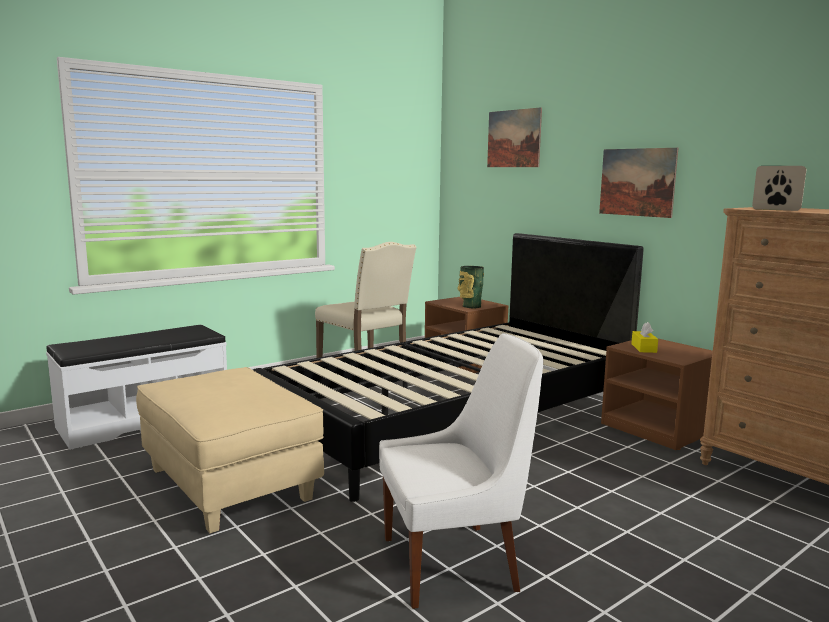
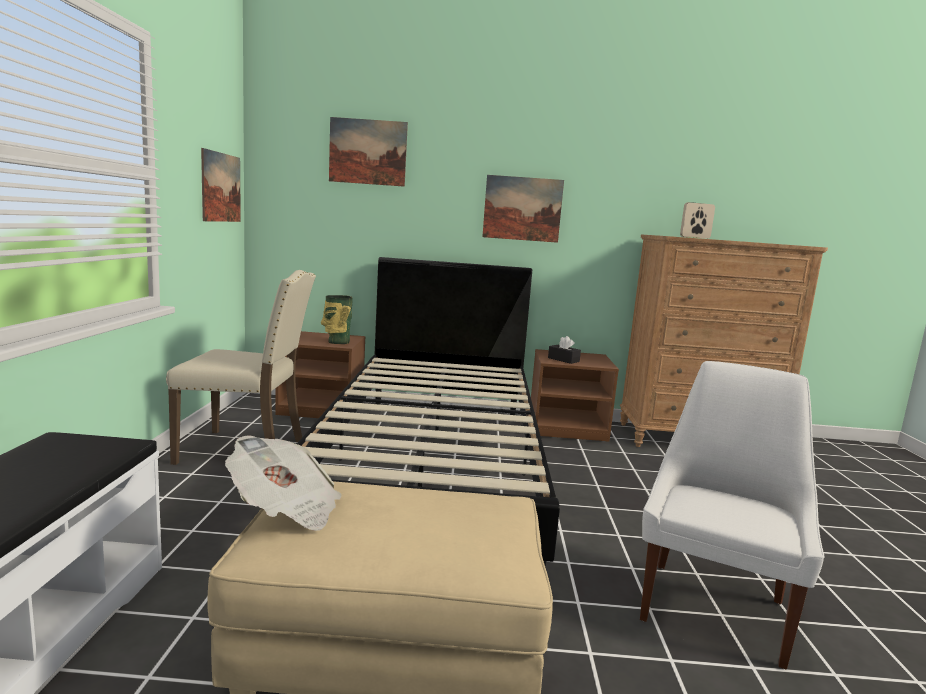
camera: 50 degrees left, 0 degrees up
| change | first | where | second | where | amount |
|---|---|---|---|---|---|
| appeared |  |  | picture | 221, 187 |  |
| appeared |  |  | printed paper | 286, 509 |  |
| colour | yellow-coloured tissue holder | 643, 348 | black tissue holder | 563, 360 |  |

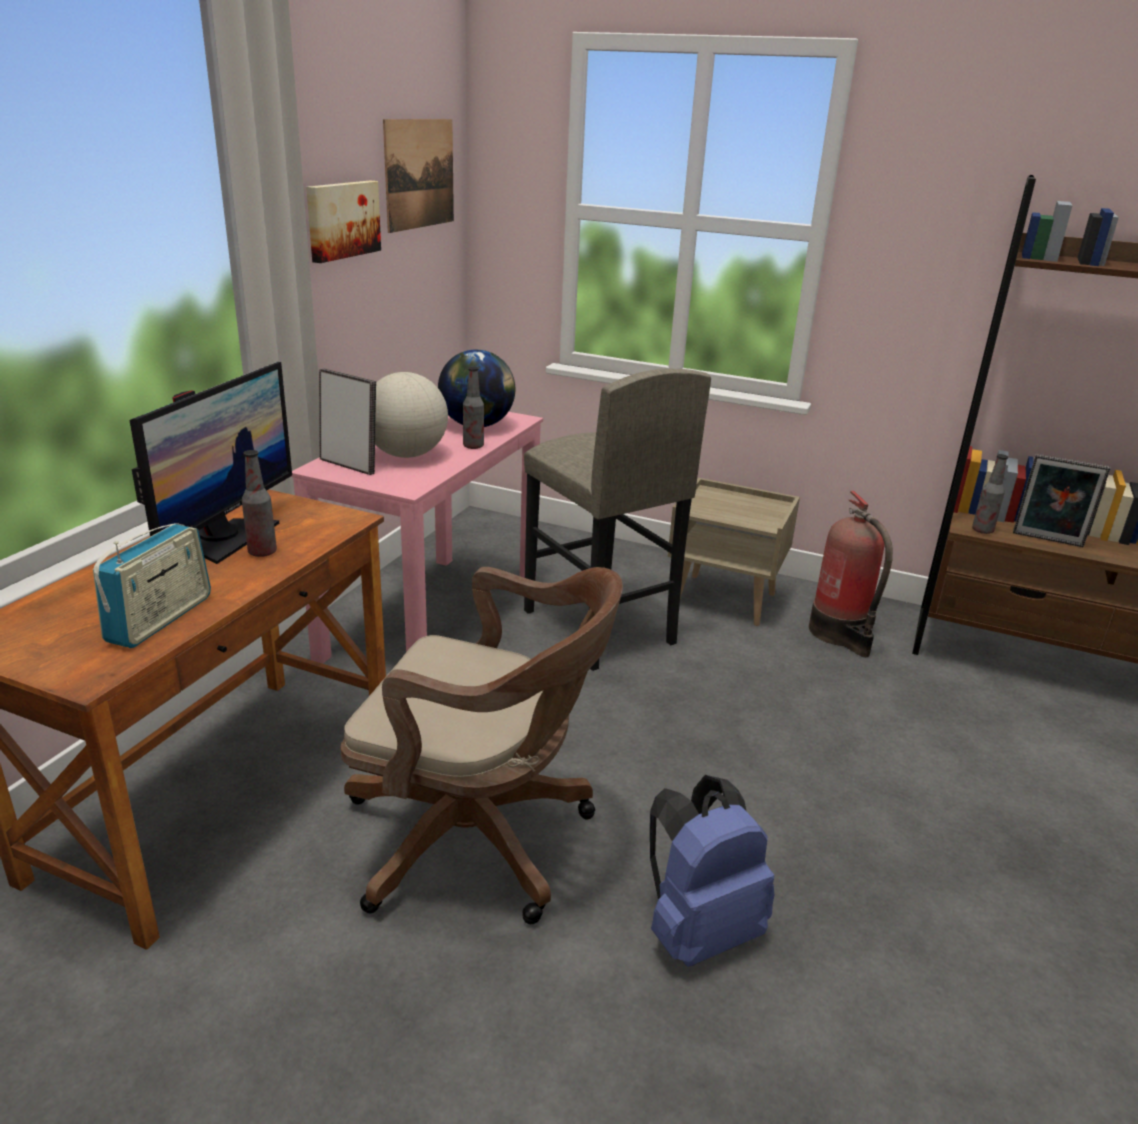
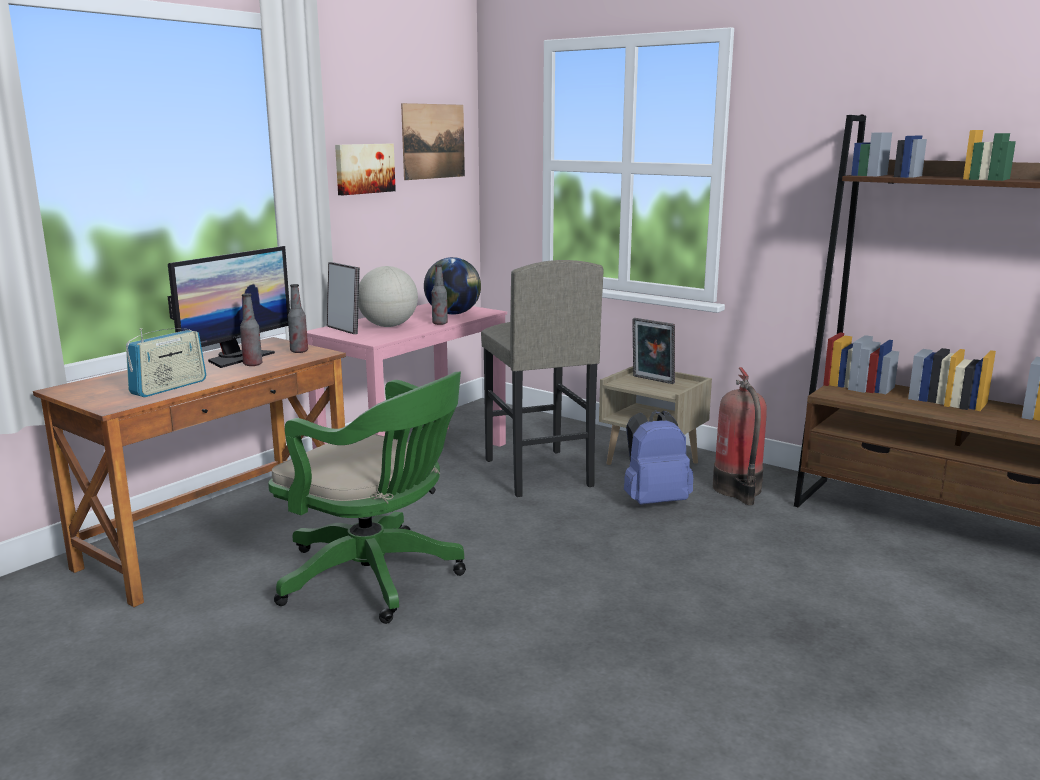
camera: 15 degrees right, 10 degrees down
| change | first | where | second | where | amount |
|---|---|---|---|---|---|
| relocated | blue rucksack | 699, 930 |  | 654, 501 |  |
| relocated | drink bottle | 982, 530 |  | 299, 351 |  |
| relocated | photo frame | 1047, 540 |  | 652, 380 |  |
| colour | brown-coloured office chair | 481, 839 | green-coloured office chair | 377, 579 |  |

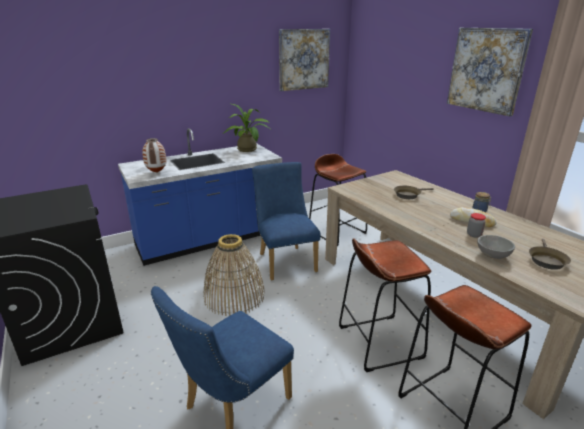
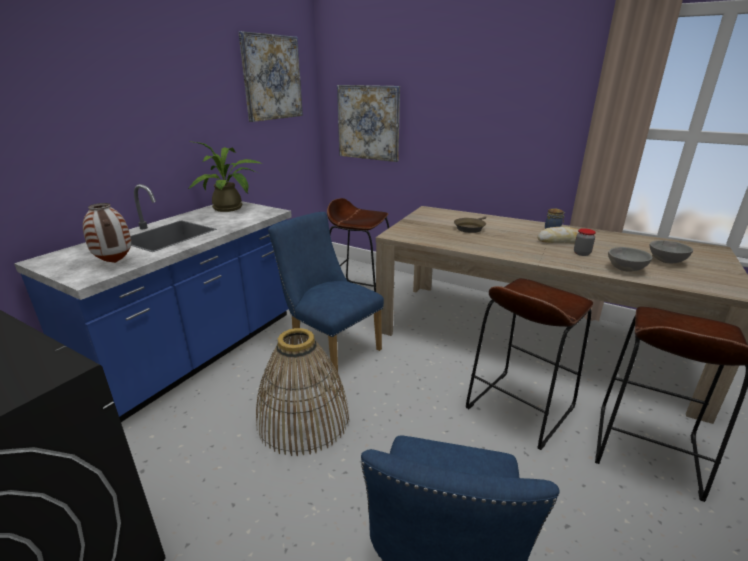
camera: 30 degrees left, 0 degrees up
| change | first | where | second | where | amount |
|---|---|---|---|---|---|
| relocated | picture | 486, 70 |  | 368, 123 |  |
| exchanged | brown-coloured frying pan | 546, 260 | grey serving bowl | 666, 261 |  |

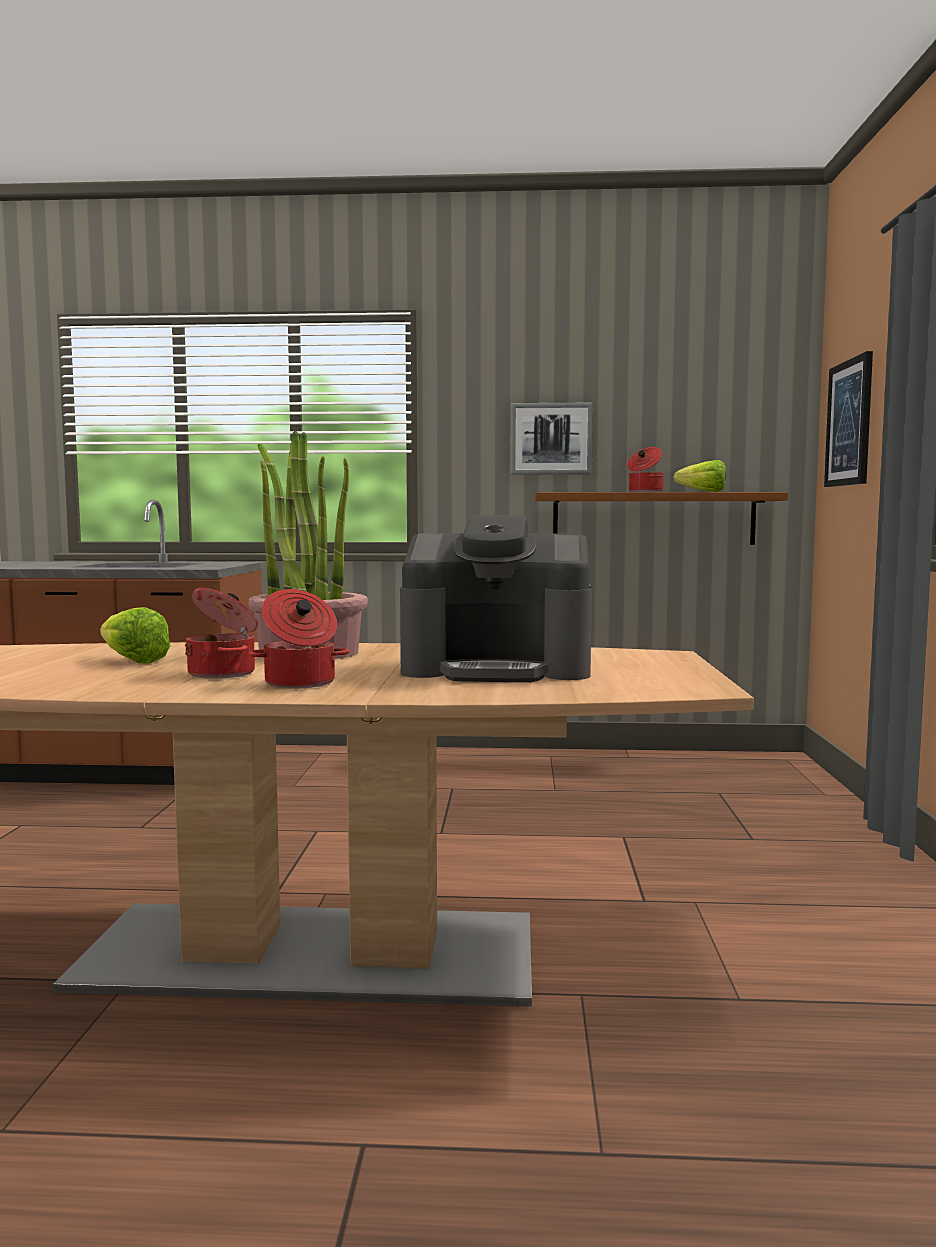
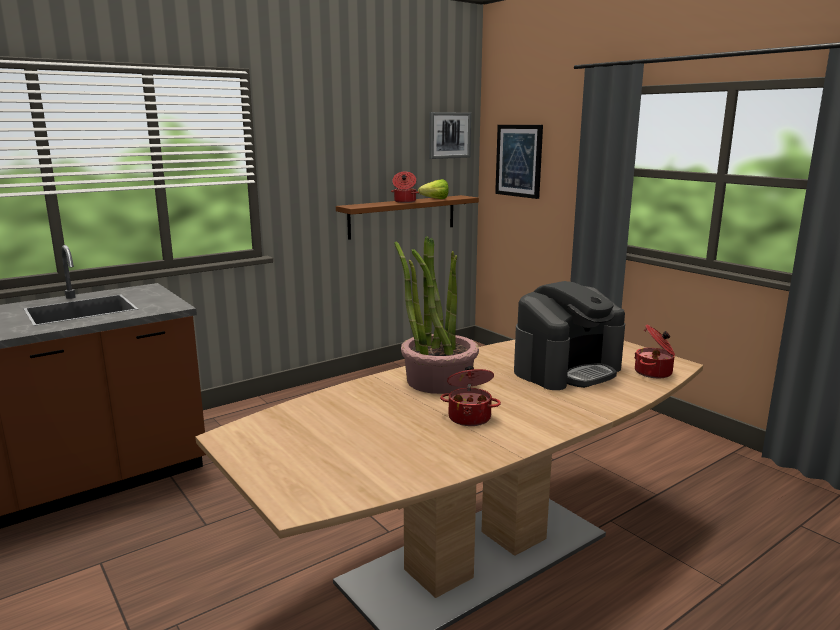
camera: 40 degrees left, 10 degrees up
| change | first | where | second | where | amount |
|---|---|---|---|---|---|
| missing | head of lettuce | 130, 660 |  |  |  |
| relocated | cooking pot | 300, 683 |  | 654, 373 |  |
| relocated | picture | 551, 439 |  | 449, 135 |  |

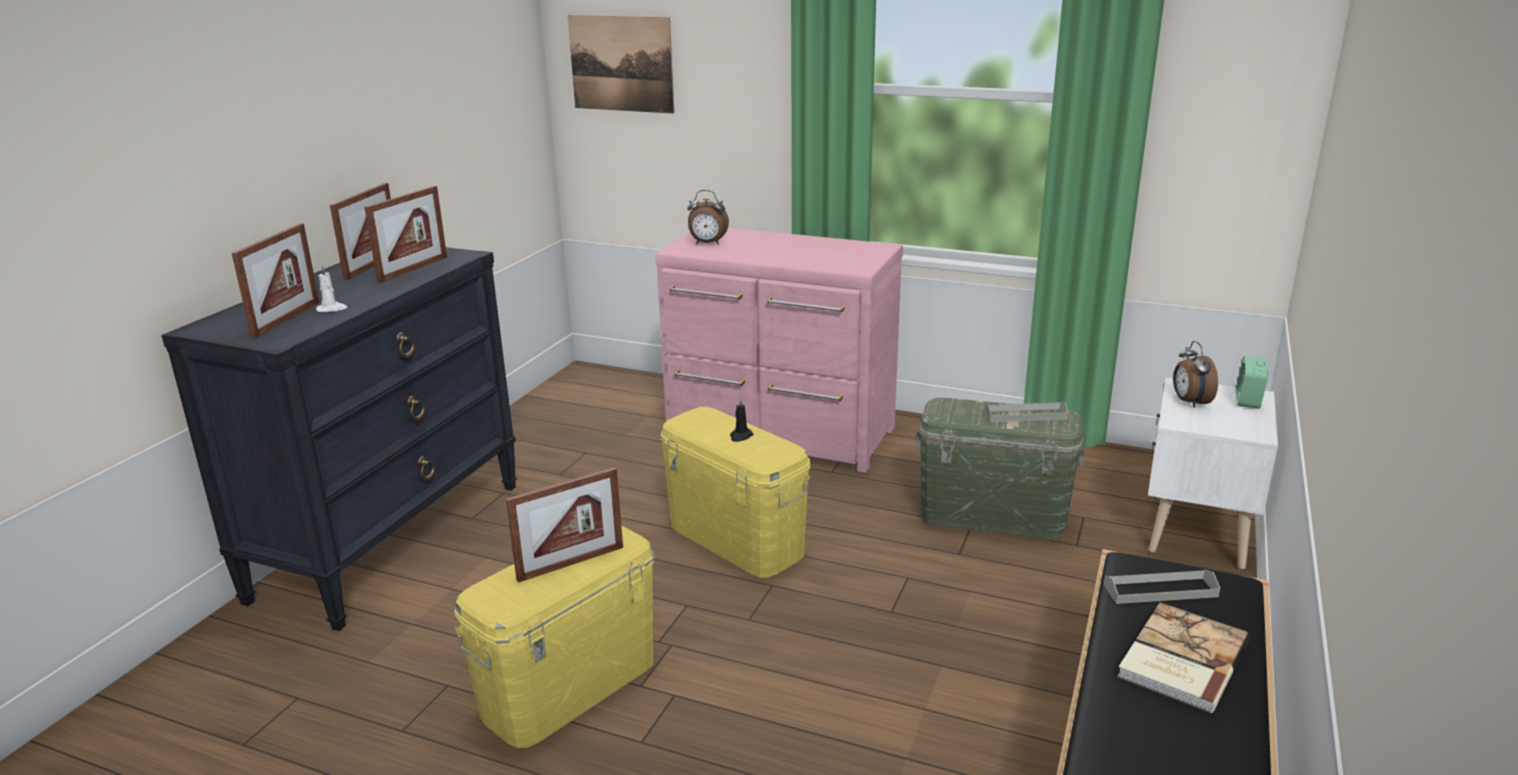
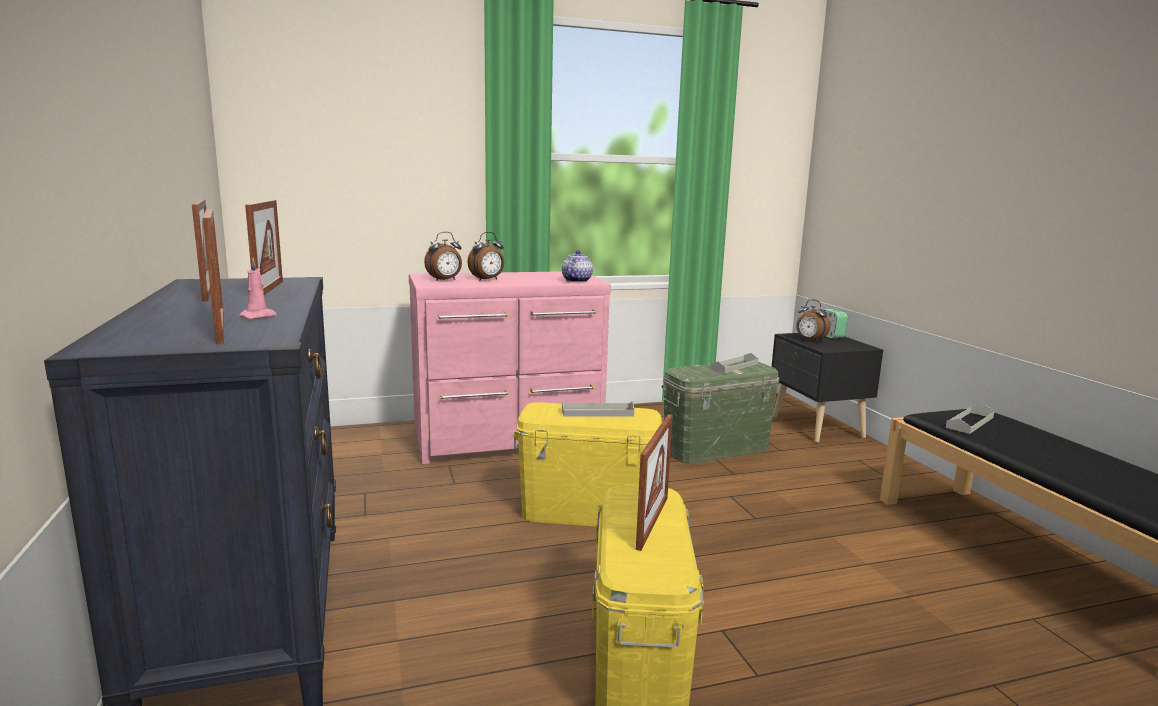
camera: 40 degrees left, 10 degrees down
| change | first | where | second | where | amount |
|---|---|---|---|---|---|
| missing | picture | 621, 63 |  |  |  |
| missing | bound book | 1180, 659 |  |  |  |
| appeared |  |  | alarm clock | 487, 280 |  |
| appeared |  |  | tea pot | 576, 280 |  |
| exchanged | black candle | 740, 436 | grey serving tray | 597, 412 |  |
| colour | whitish candle | 332, 309 | pinkish candle | 259, 316 |  |
| colour | whitish nightstand | 1194, 531 | black nightstand | 816, 427 |  |

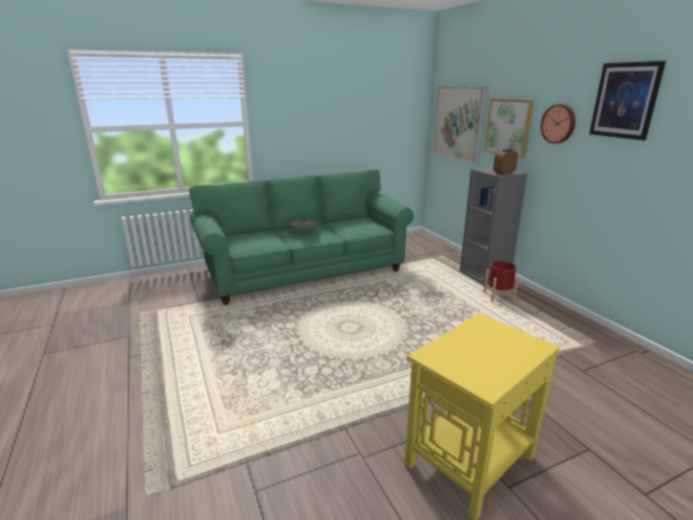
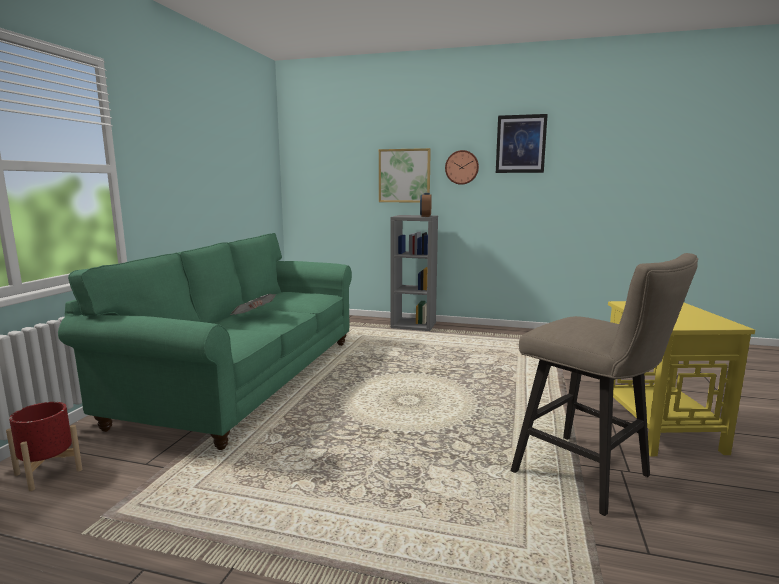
camera: 50 degrees left, 10 degrees down
| change | first | where | second | where | amount |
|---|---|---|---|---|---|
| missing | picture | 458, 123 |  |  |  |
| appeared |  |  | beige-coloured stool seat | 590, 477 |  |
| relocated | reddish planter | 498, 297 |  | 48, 472 |  |

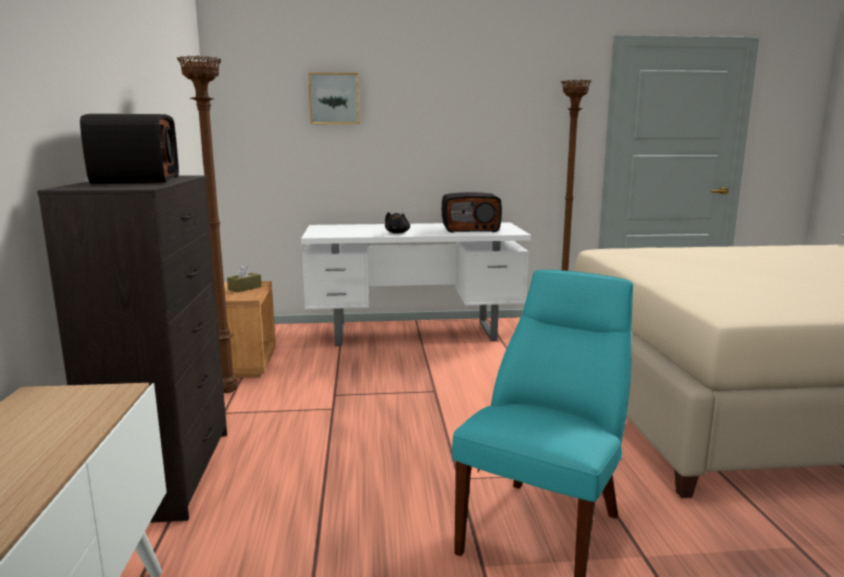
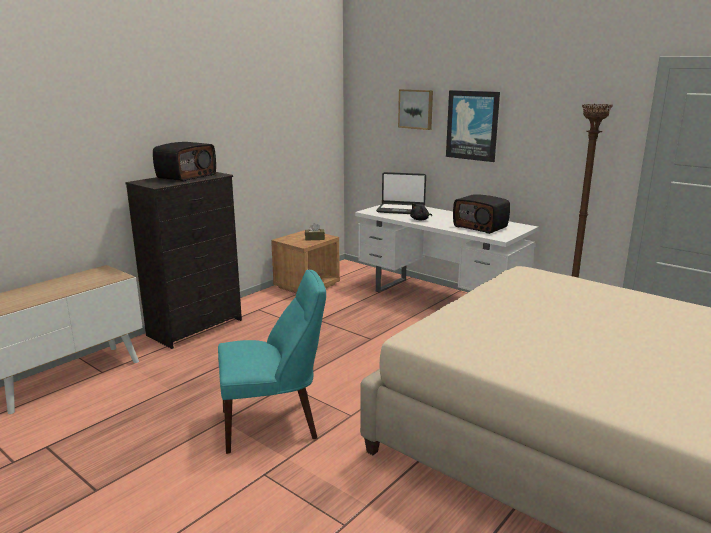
camera: 45 degrees right, 5 degrees up
| change | first | where | second | where | amount |
|---|---|---|---|---|---|
| missing | brown-coloured floor lamp | 226, 392 |  |  |  |
| appeared |  |  | laptop | 401, 209 |  |
| appeared |  |  | picture | 472, 125 |  |

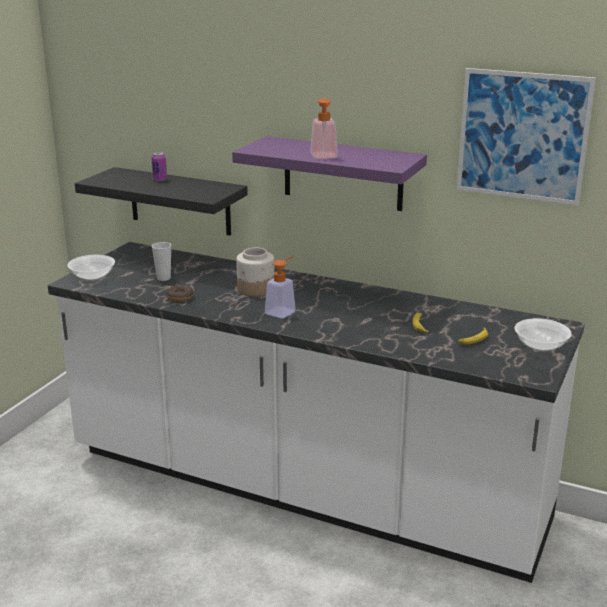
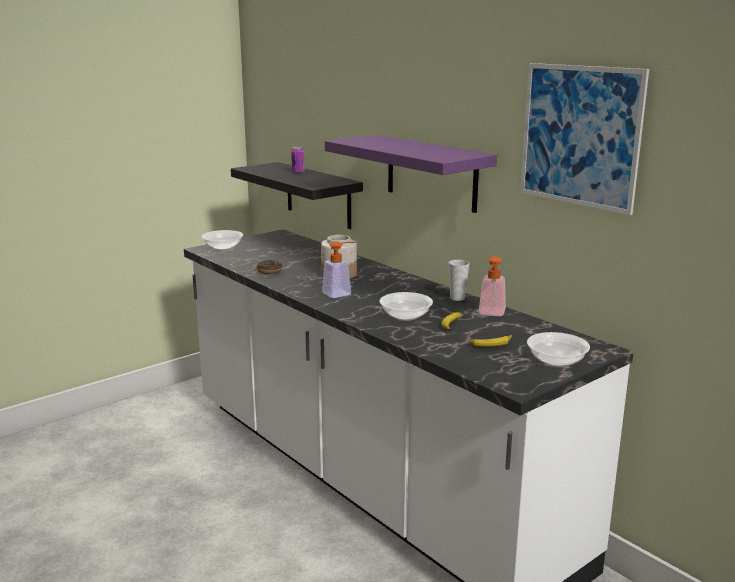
camera: 25 degrees right, 5 degrees down
| change | first | where | second | where | amount |
|---|---|---|---|---|---|
| appeared |  |  | serving bowl | 405, 316 |  |
| relocated | small cup | 163, 278 |  | 457, 298 |  |
| relocated | soap bottle | 324, 157 |  | 491, 314 |  |

